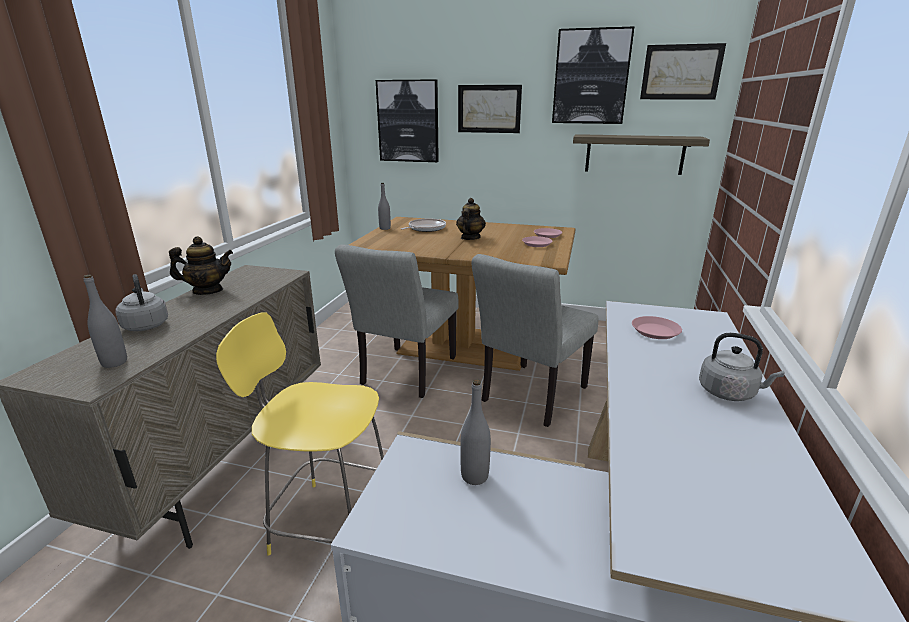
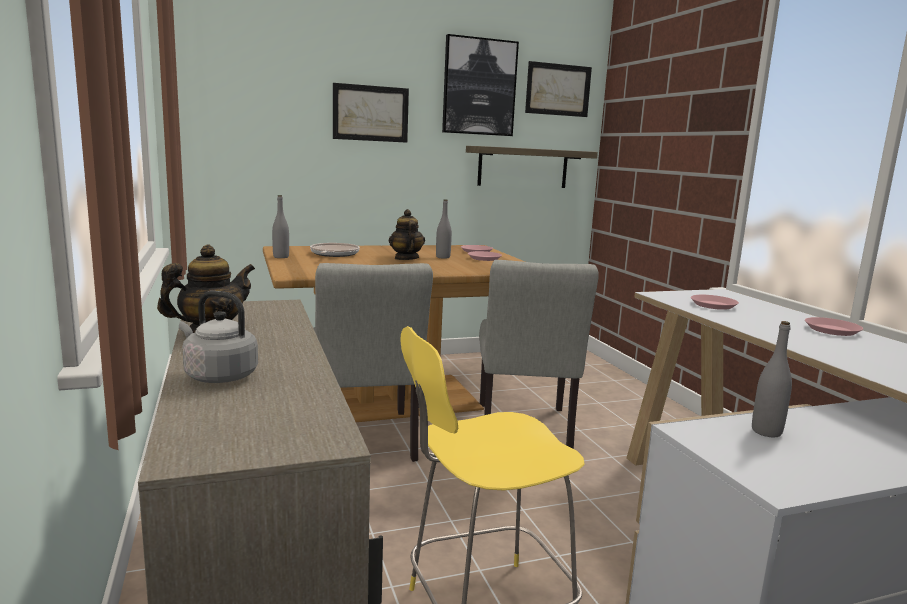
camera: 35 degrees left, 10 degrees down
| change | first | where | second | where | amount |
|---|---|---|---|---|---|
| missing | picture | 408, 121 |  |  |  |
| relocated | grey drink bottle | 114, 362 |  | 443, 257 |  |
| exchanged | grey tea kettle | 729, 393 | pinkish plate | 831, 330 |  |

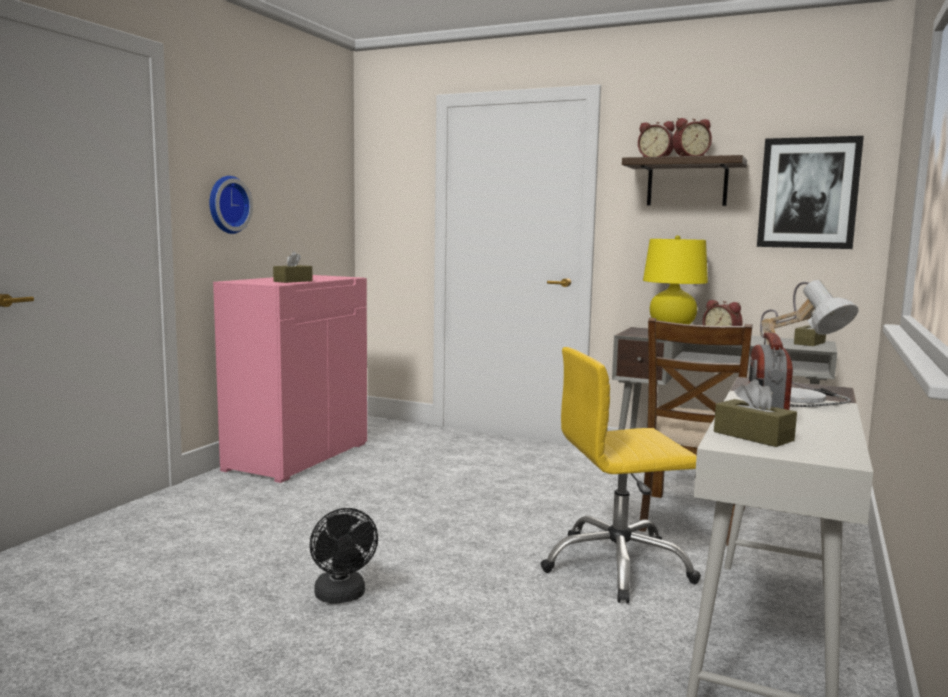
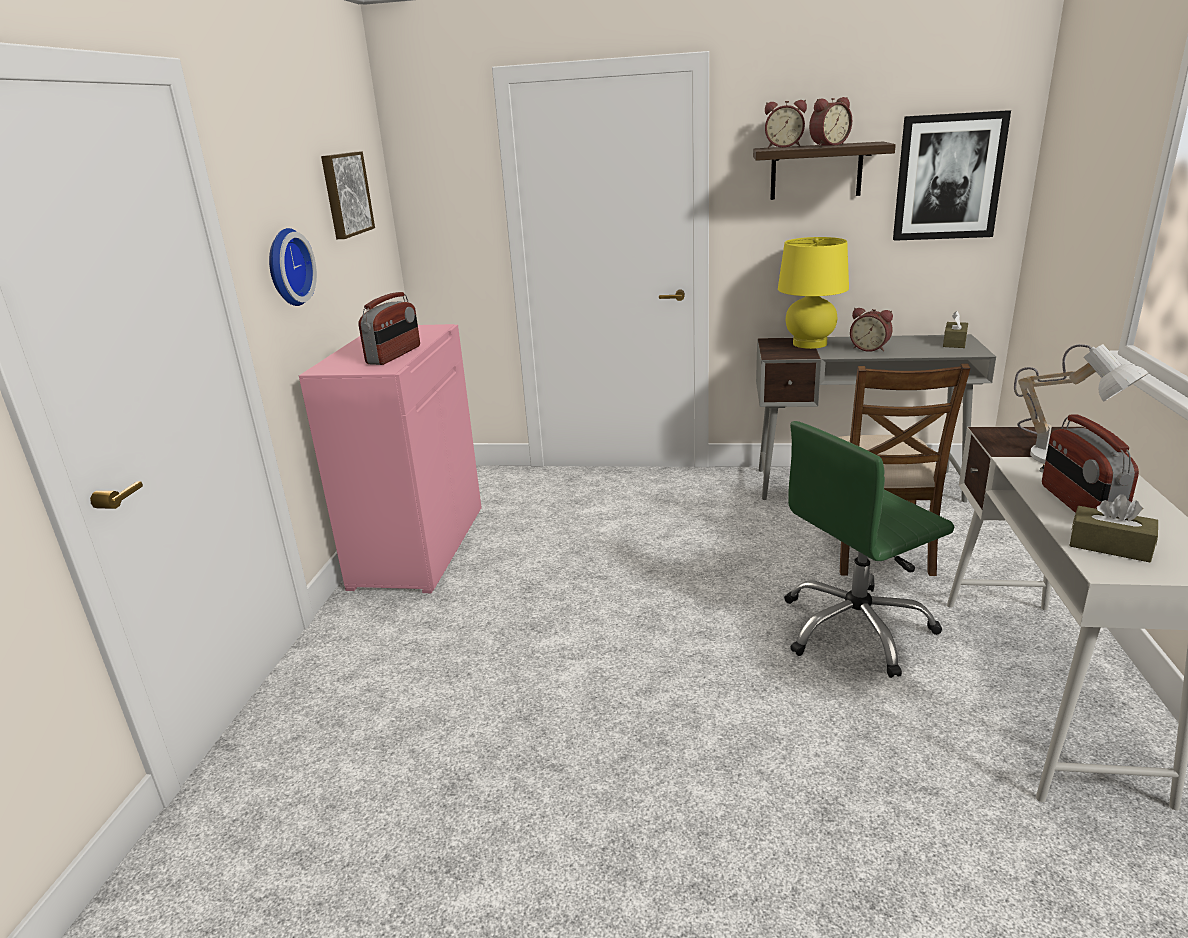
camera: 15 degrees left, 15 degrees up
| change | first | where | second | where | amount |
|---|---|---|---|---|---|
| missing | black electric fan | 342, 596 |  |  |  |
| appeared |  |  | picture | 345, 194 |  |
| exchanged | brown-coloured tissue holder | 293, 281 | radio | 394, 355 |  |
| colour | yellow-coloured office chair | 617, 566 | green-coloured office chair | 856, 629 |  |

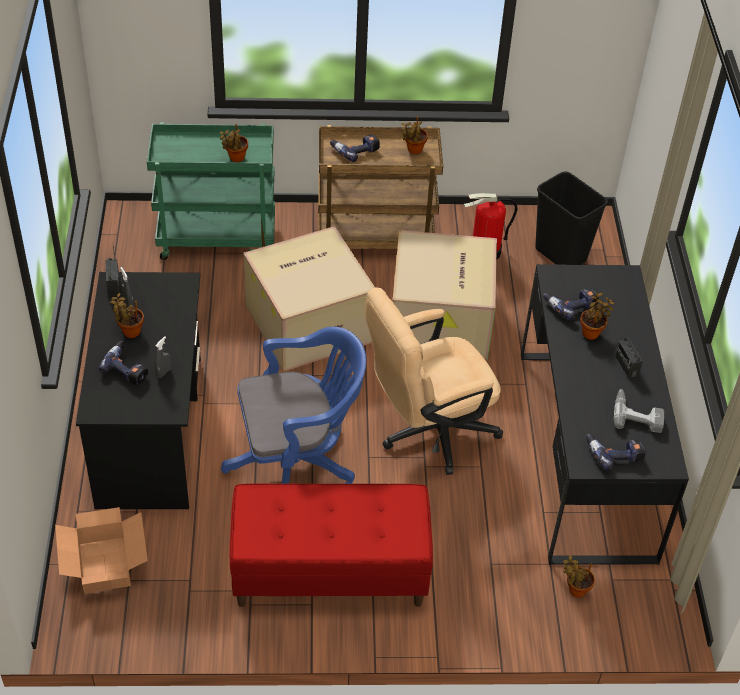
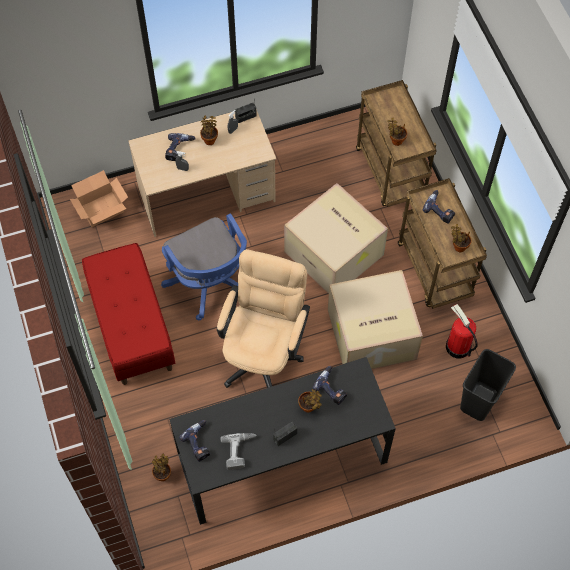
camera: 75 degrees right, 15 degrees up
| change | first | where | second | where | amount |
|---|---|---|---|---|---|
| colour | black desk | 150, 431 | beige-coloured desk | 207, 196 |  |
| colour | green-coloured wheeled cart | 217, 238 | brown-coloured wheeled cart | 391, 173 |  |
| spun | beige-coloured office chair | 428, 432 |  | 264, 353 | 60 degrees clockwise |

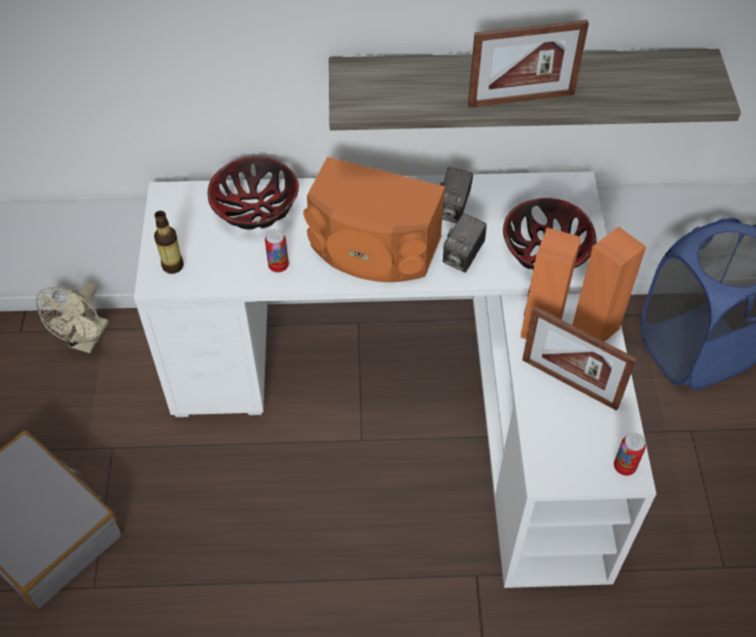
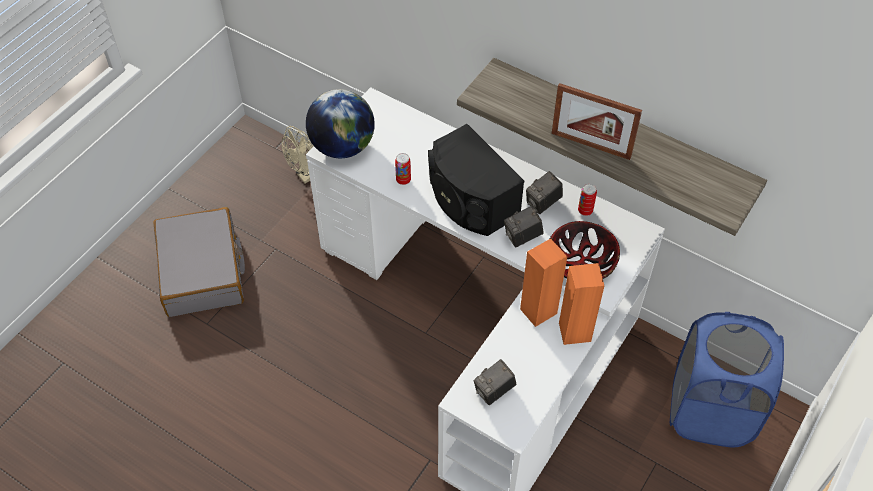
camera: 35 degrees right, 0 degrees up
| change | first | where | second | where | amount |
|---|---|---|---|---|---|
| missing | serving bowl | 255, 209 |  |  |  |
| missing | photo frame | 569, 383 |  |  |  |
| appeared |  |  | still camera | 494, 391 |  |
| relocated | metal can | 624, 467 |  | 585, 211 |  |
| exchanged | drink bottle | 173, 266 | globe | 342, 146 |  |
| colour | orange-coloured audio speaker | 373, 248 | black audio speaker | 470, 200 |  |

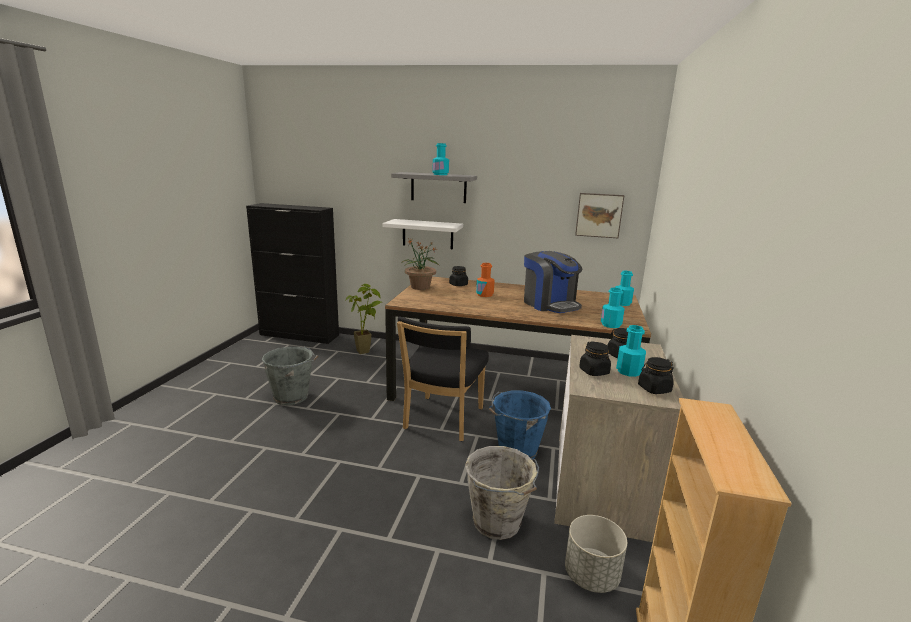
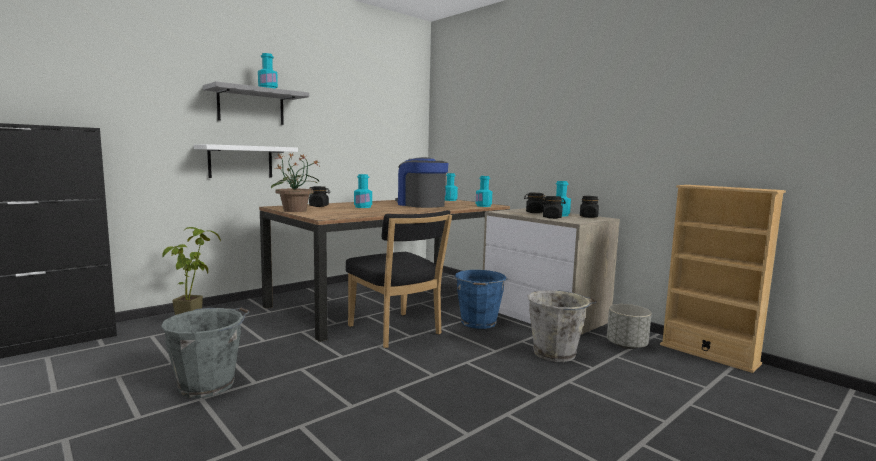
camera: 55 degrees left, 10 degrees down
| change | first | where | second | where | amount |
|---|---|---|---|---|---|
| missing | picture | 599, 215 |  |  |  |
| colour | orange-coloured drink bottle | 484, 294 | turquoise-coloured drink bottle | 363, 207 |  |
| spun | coffee machine | 550, 304 |  | 420, 205 | 135 degrees counterclockwise |

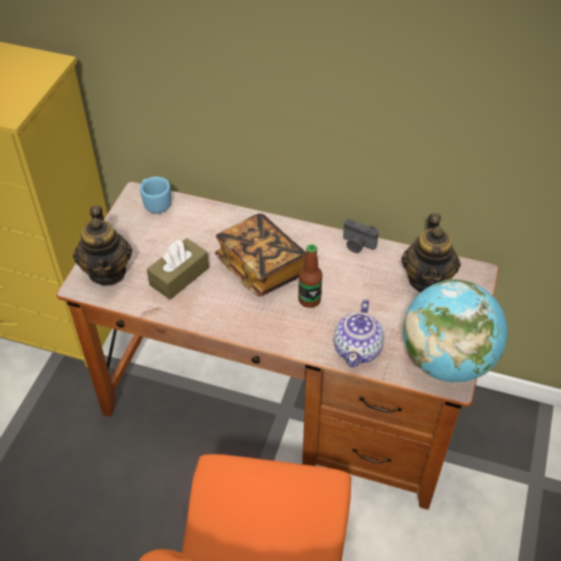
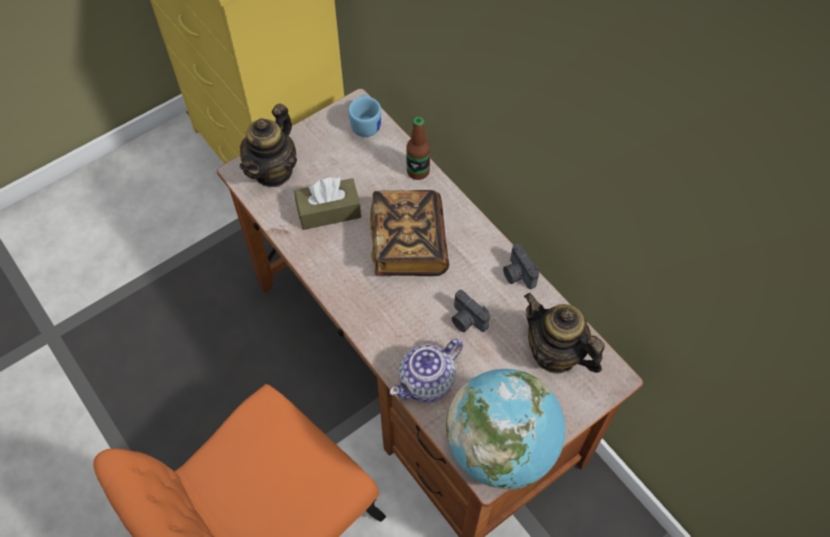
camera: 35 degrees right, 10 degrees up
| change | first | where | second | where | amount |
|---|---|---|---|---|---|
| appeared |  |  | still camera | 466, 320 |  |
| relocated | drink bottle | 309, 300 |  | 418, 171 |  |
| spun | tea pot | 427, 280 |  | 555, 353 | 90 degrees clockwise |

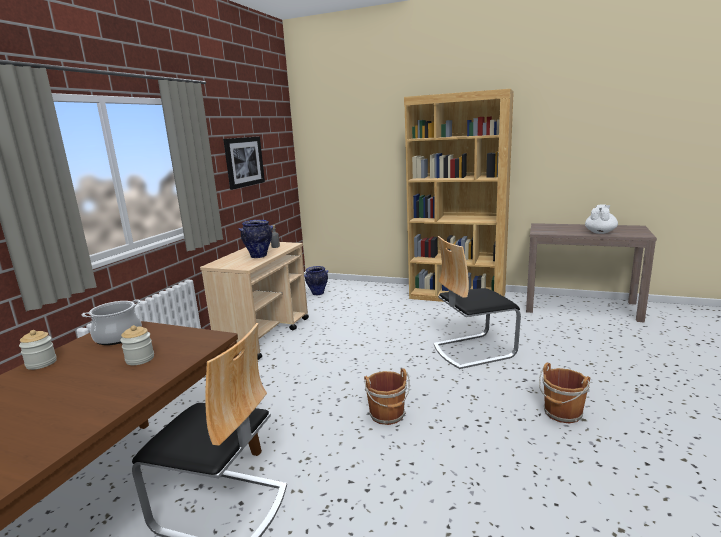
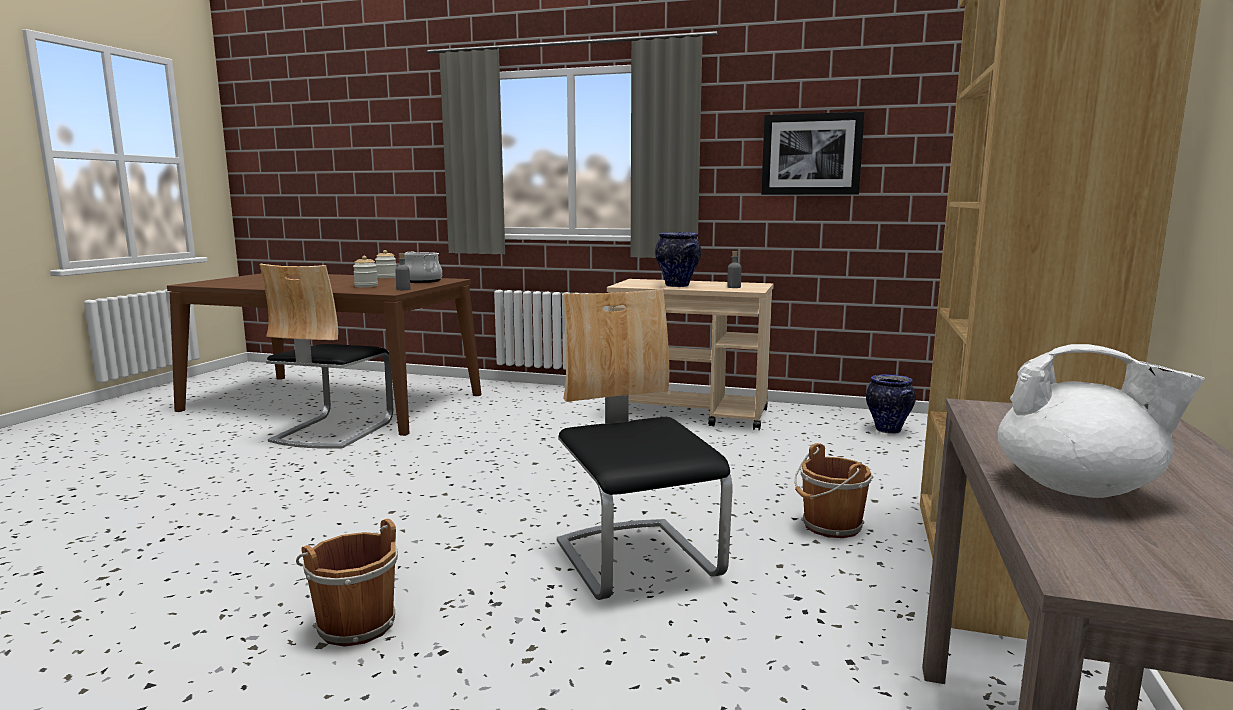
camera: 85 degrees right, 5 degrees down
| change | first | where | second | where | amount |
|---|---|---|---|---|---|
| appeared |  |  | grey drink bottle | 403, 289 |  |
| relocated | brown-coloured pail | 388, 415 |  | 829, 526 |  |

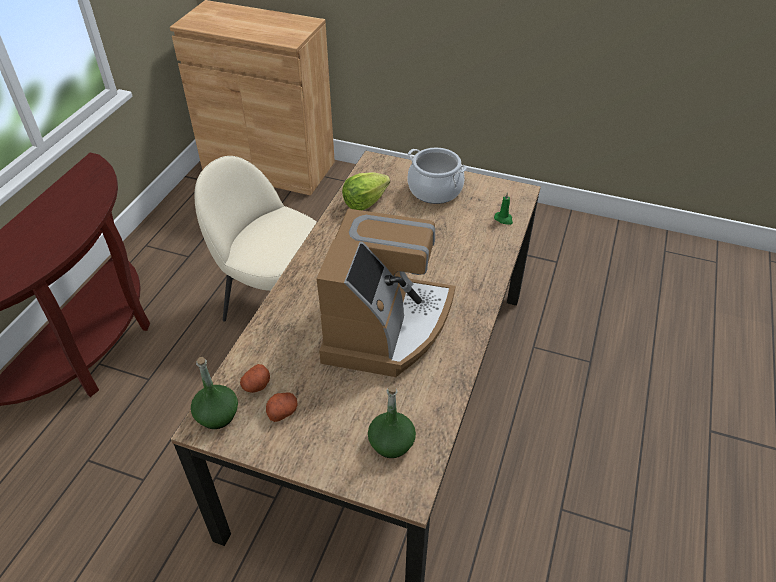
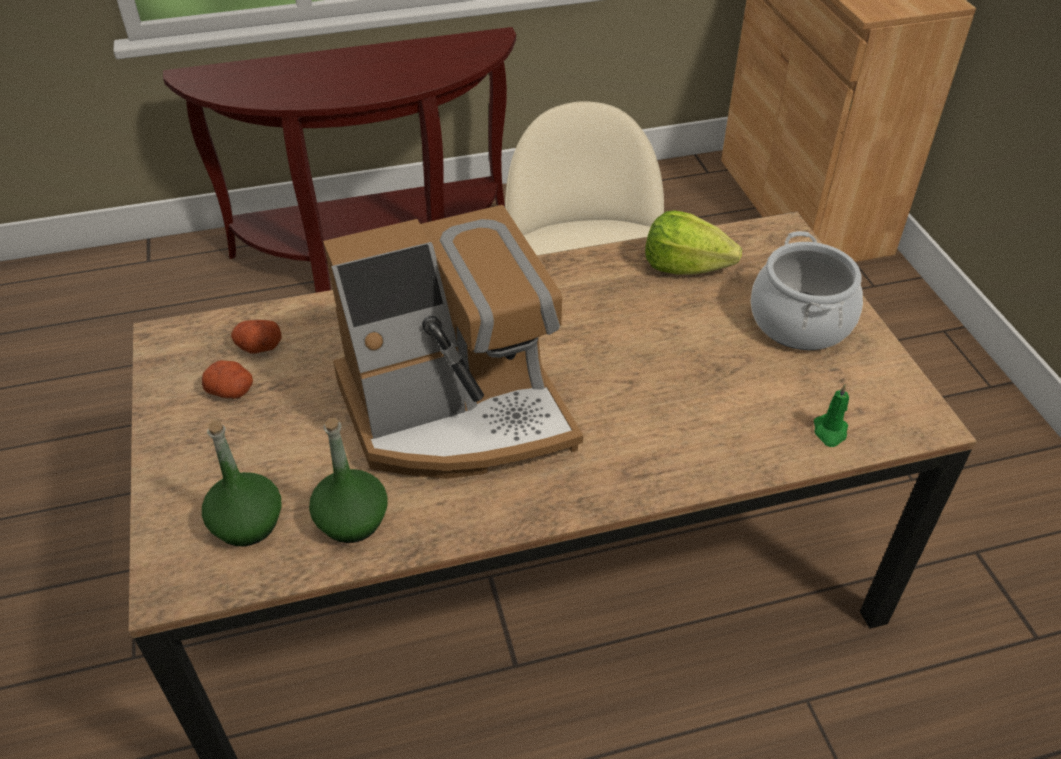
camera: 55 degrees right, 0 degrees up
| change | first | where | second | where | amount |
|---|---|---|---|---|---|
| relocated | green-coloured drink bottle | 217, 415 |  | 352, 520 |  |

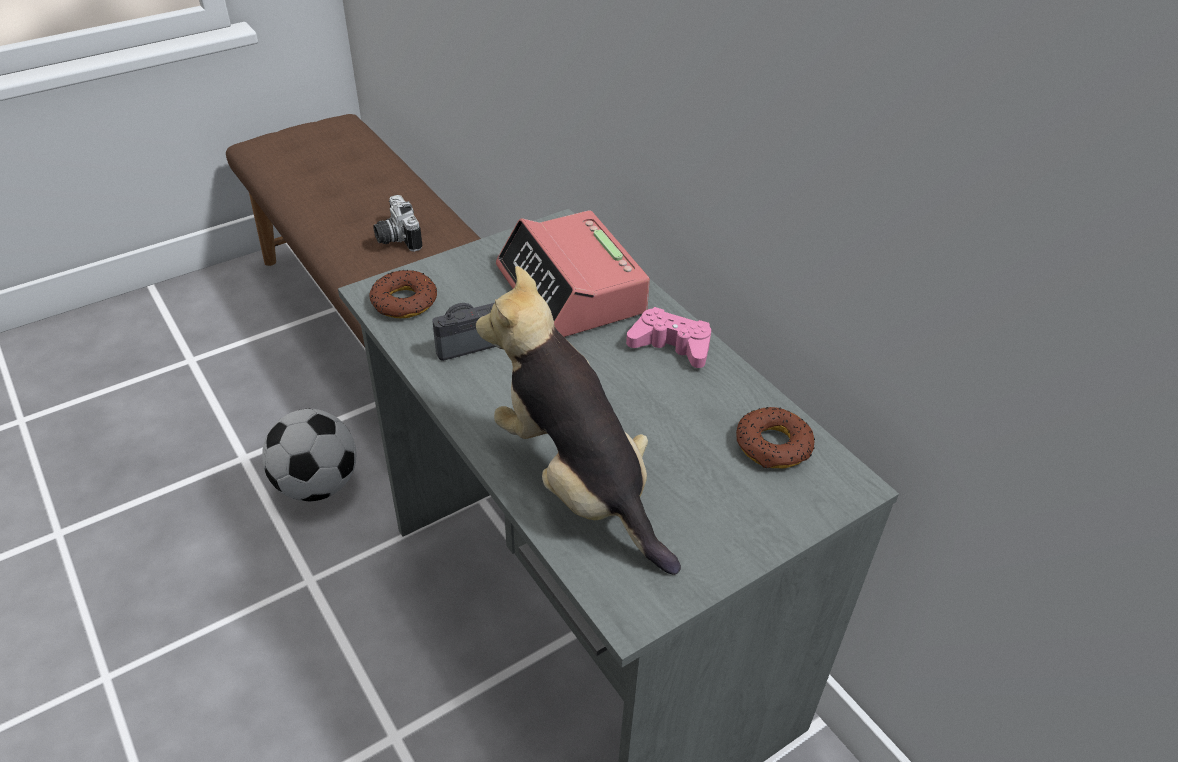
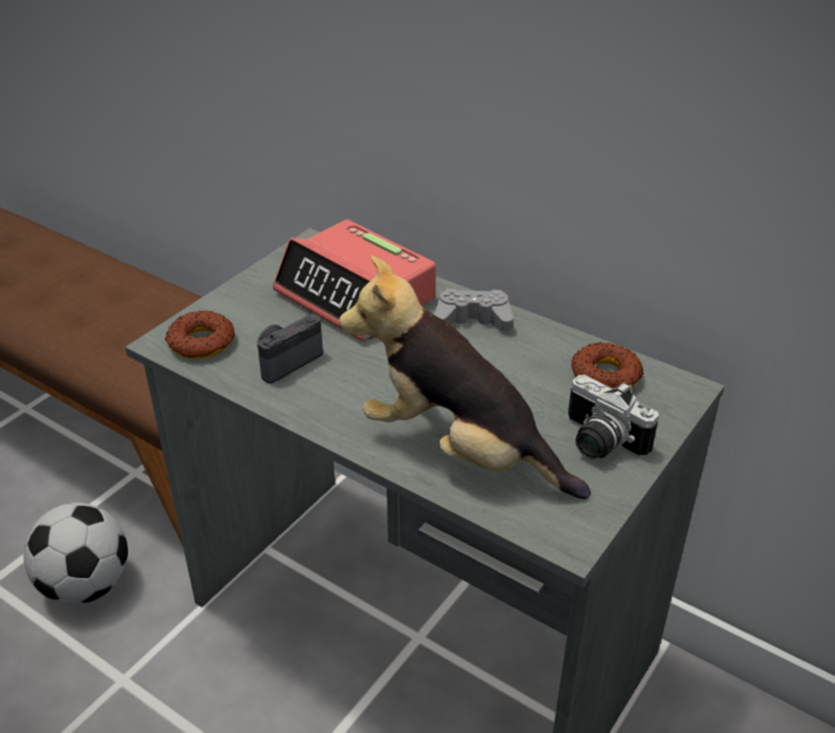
camera: 20 degrees left, 5 degrees down
| change | first | where | second | where | amount |
|---|---|---|---|---|---|
| relocated | still camera | 395, 238 |  | 598, 443 |  |
| colour | pinkish gamepad | 671, 345 | grey gamepad | 473, 319 |  |

